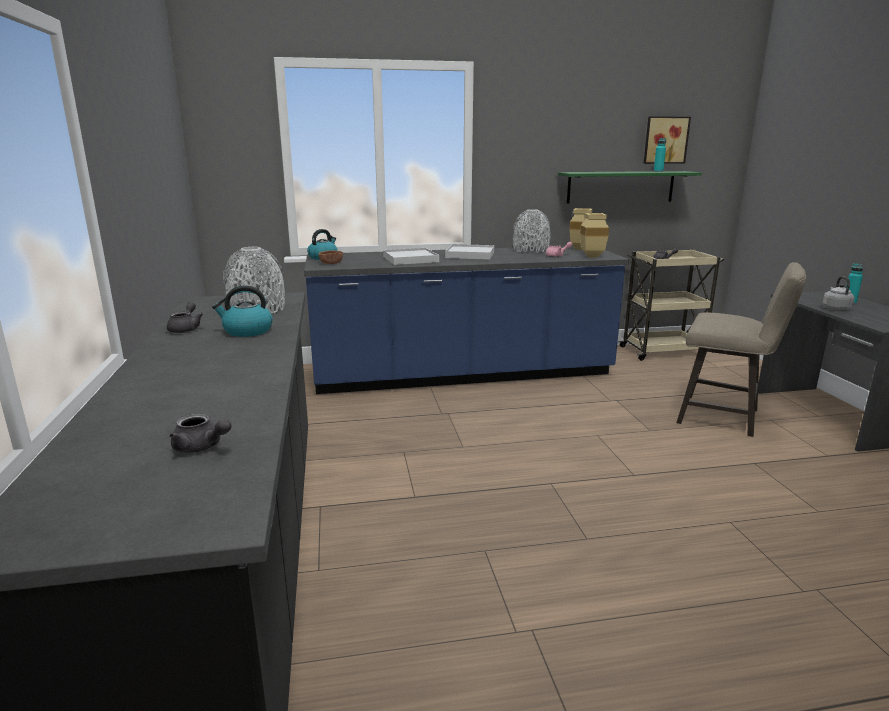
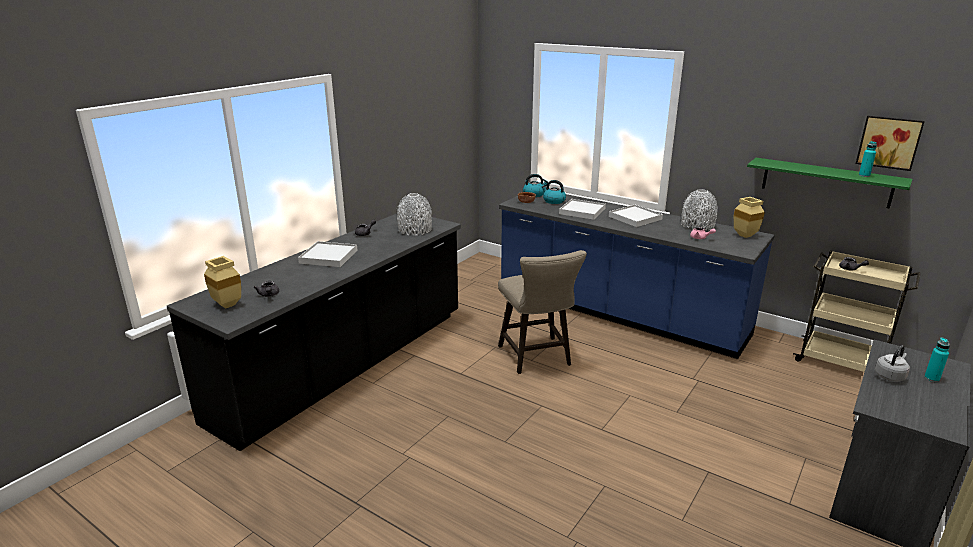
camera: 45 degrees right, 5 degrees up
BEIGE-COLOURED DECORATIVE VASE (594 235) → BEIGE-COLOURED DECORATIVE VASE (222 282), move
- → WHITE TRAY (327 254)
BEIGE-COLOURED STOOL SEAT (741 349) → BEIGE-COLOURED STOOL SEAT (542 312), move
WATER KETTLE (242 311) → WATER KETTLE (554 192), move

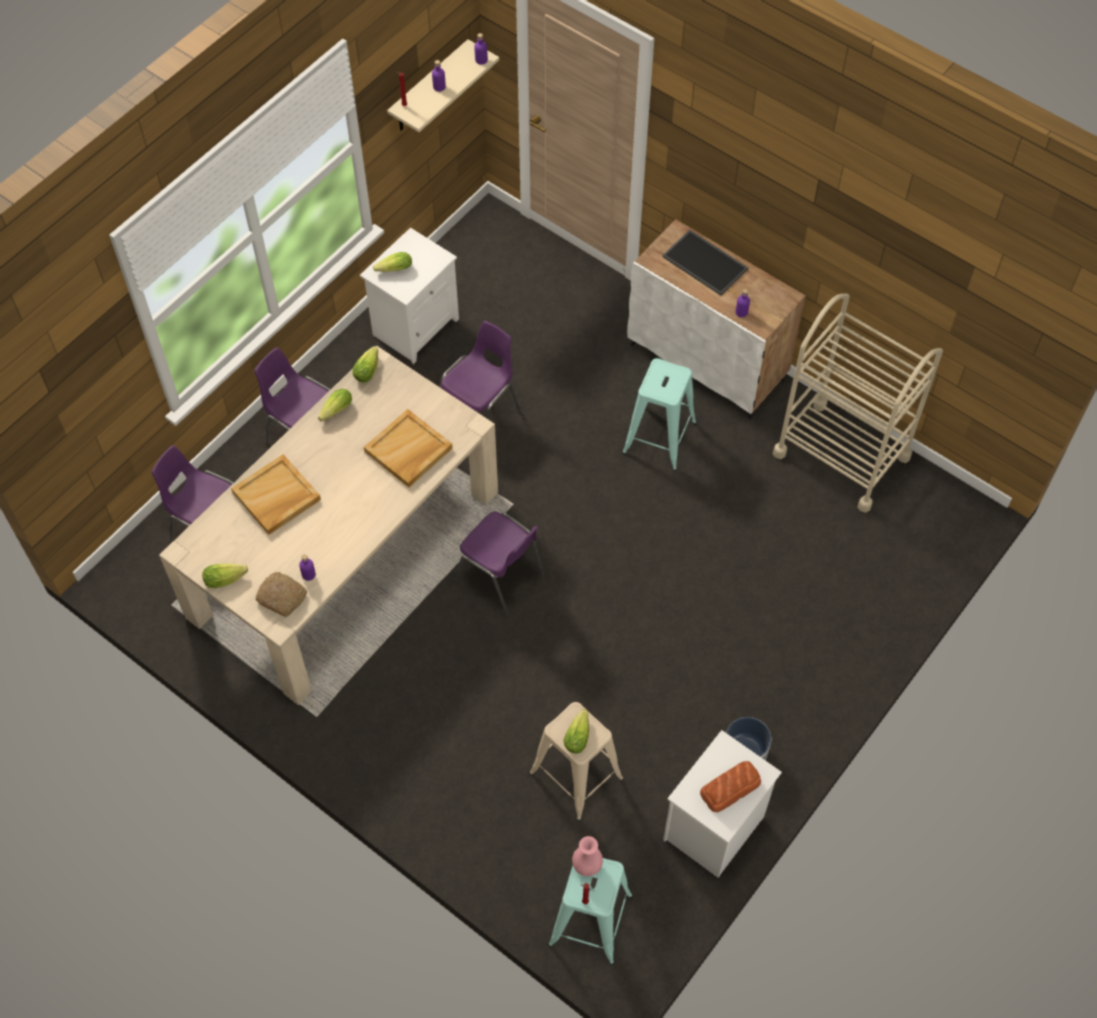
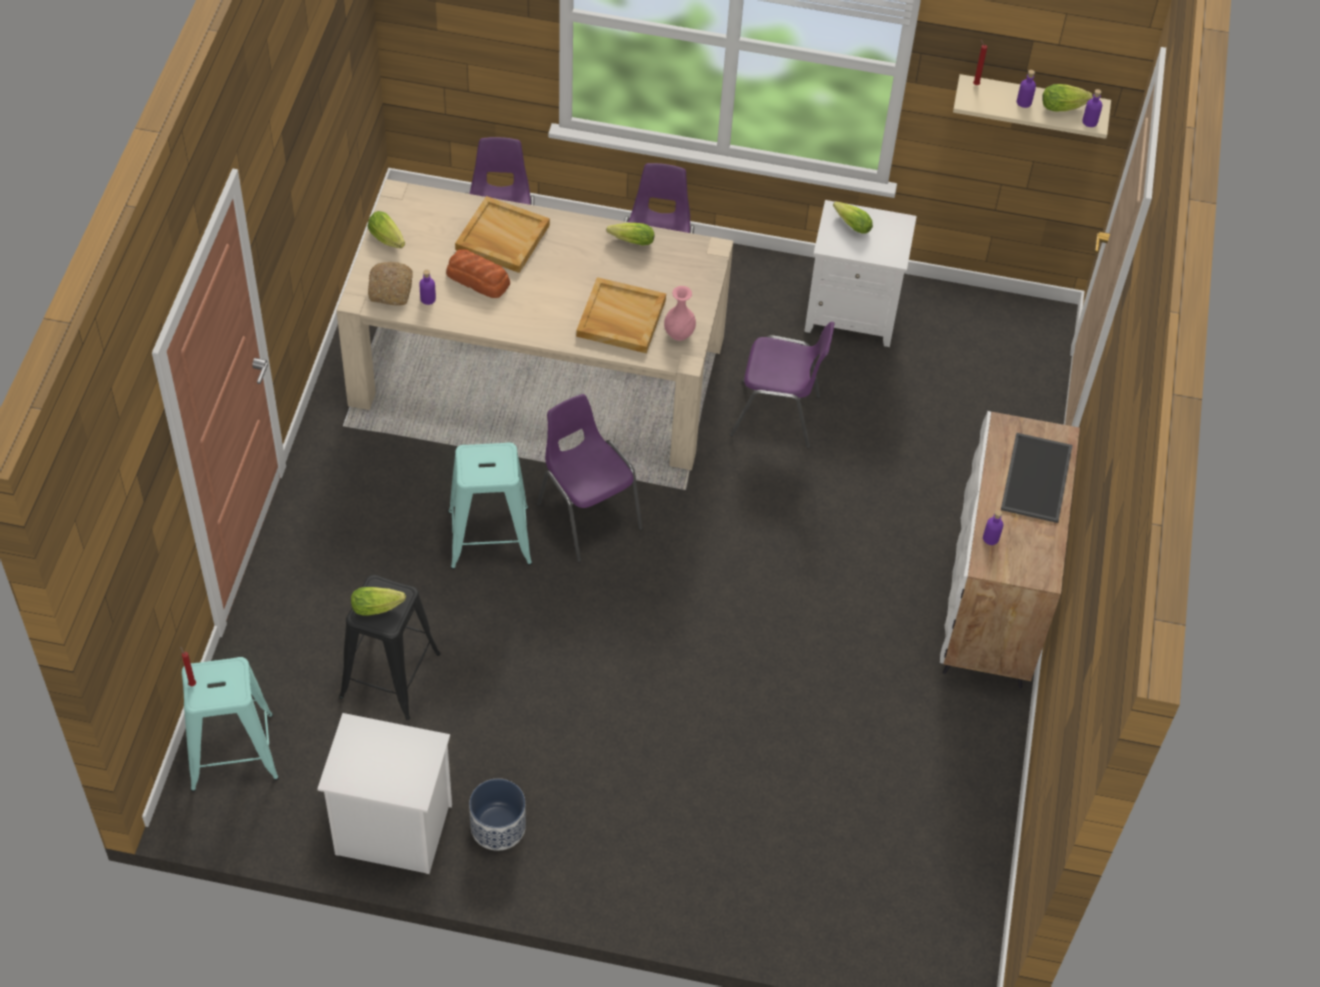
camera: 60 degrees right, 5 degrees down
BEIGE-COLOURED STOOL SEAT (576 761) → BLACKISH STOOL SEAT (390 647)
BAKERY BREAD (730 786) → BAKERY BREAD (478 273), move
TURQUOISE STOOL SEAT (659 414) → TURQUOISE STOOL SEAT (490 505), move
PURPLE-COLOURED UPRIGHT CHAIR (498 564) → PURPLE-COLOURED UPRIGHT CHAIR (590 478), 135 degrees clockwise
PINK DECORATIVE VASE (587 856) → PINK DECORATIVE VASE (680 313), move
LETTUCE HEAD (365 364) → LETTUCE HEAD (1067 97), move
BEIGE-COLOURED CART (858 403) → -

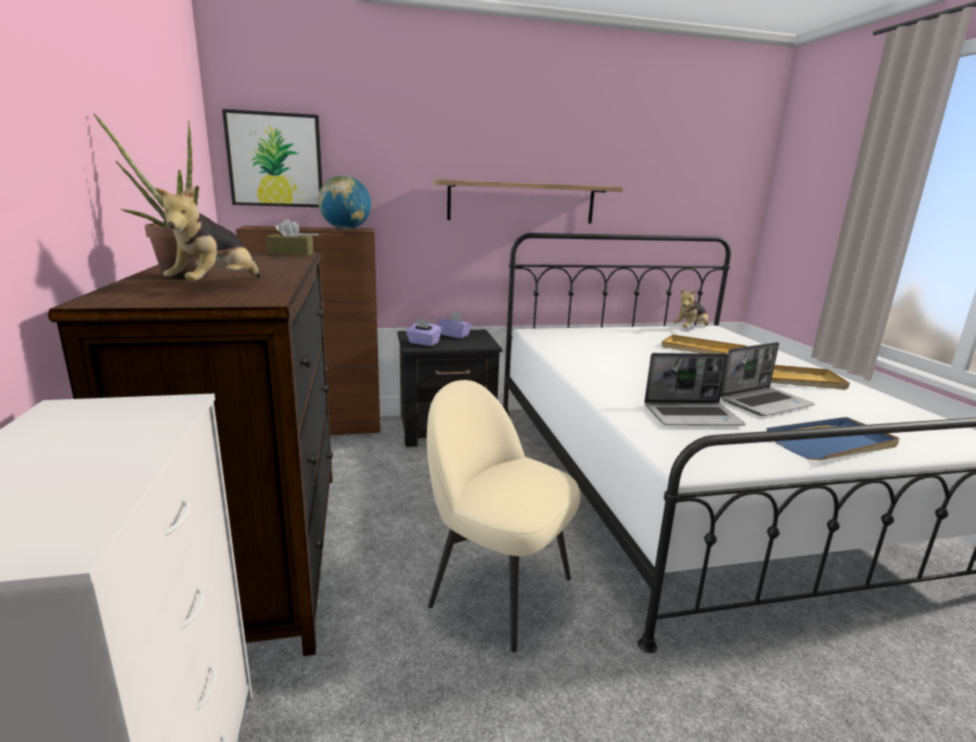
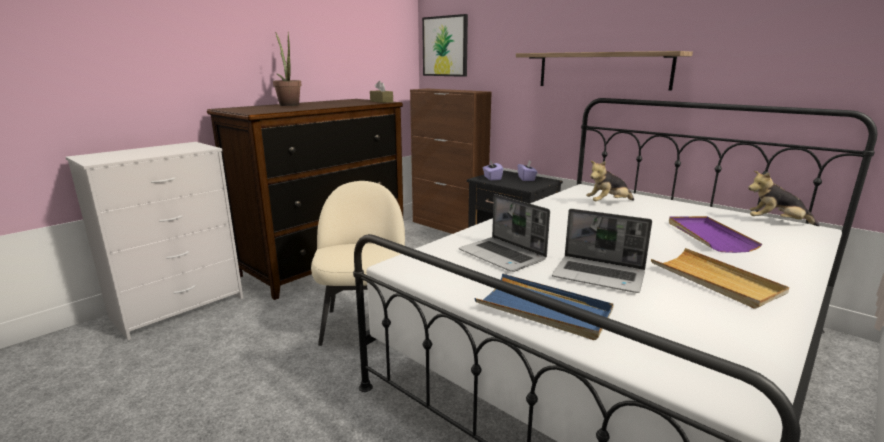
camera: 55 degrees right, 0 degrees up
SOFT TOY (207 233) → SOFT TOY (610 181), move
BEIGE-COLOURED TRAY (704 345) → PURPLE-COLOURED TRAY (715 234)
DESK GLOBE (344 202) → -

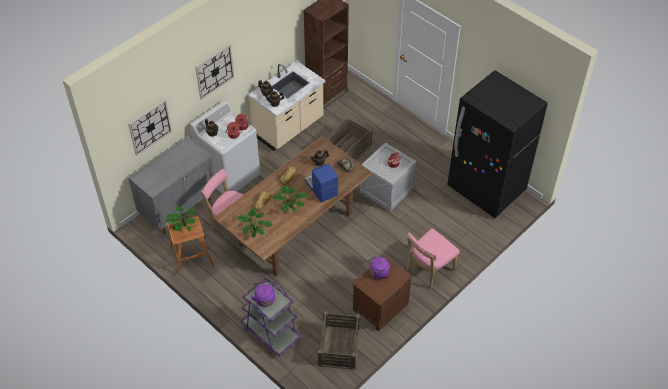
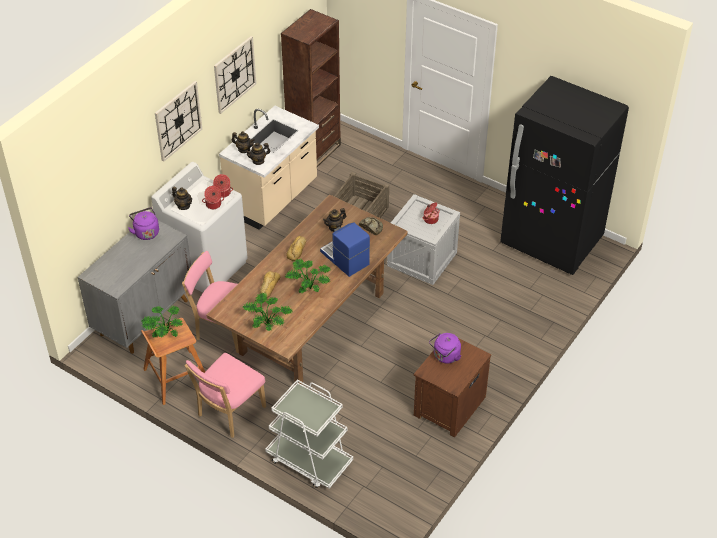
camera: 10 degrees left, 5 degrees down
PURPLE-COLOURED WATER KETTLE (262 293) → PURPLE-COLOURED WATER KETTLE (143 223), move
PINK UPRIGHT CHAIR (433 259) → PINK UPRIGHT CHAIR (225 395), move
CLOCK ON THE WALL (150 127) → CLOCK ON THE WALL (235 75), move
PURPLE-COLOURED CART (271 317) → WHITE CART (309 434)
CRATE (339 340) → -

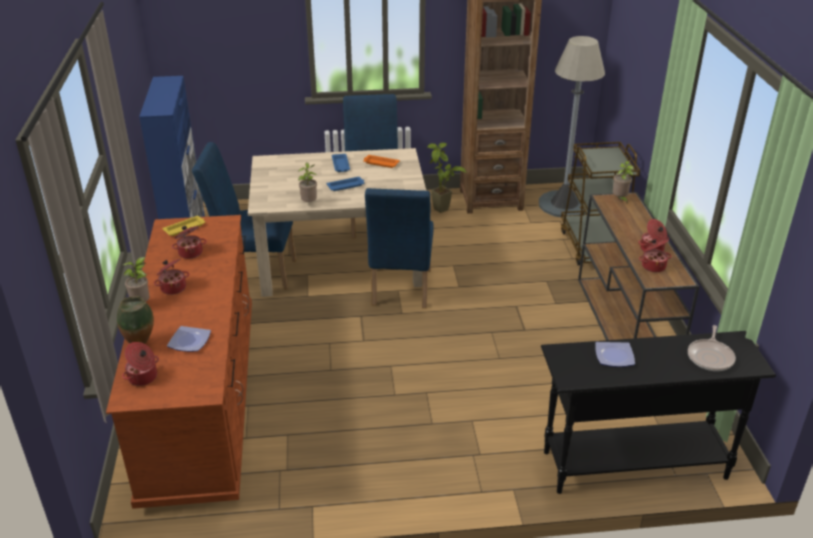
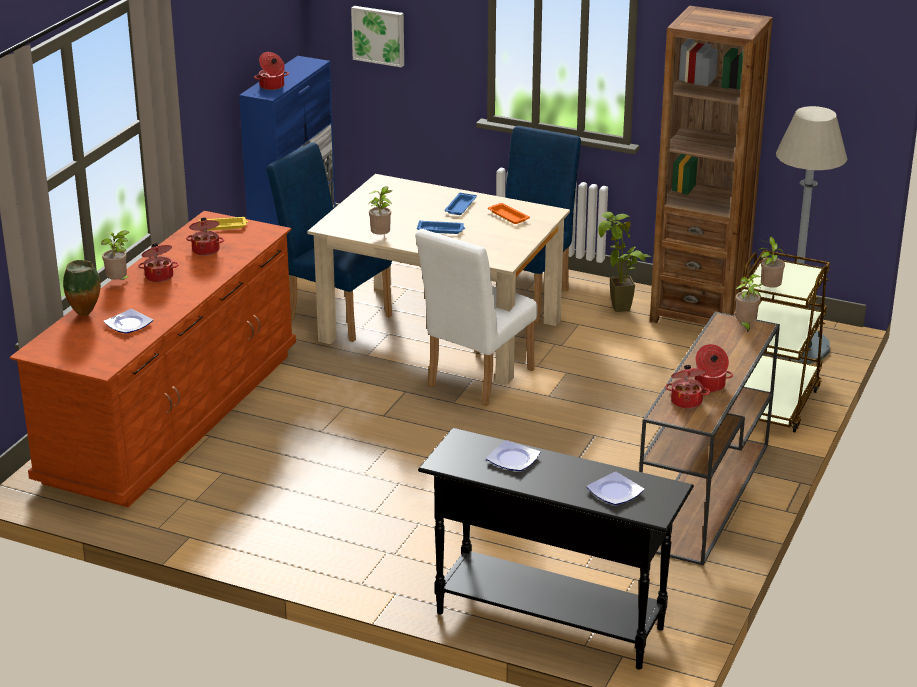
camera: 30 degrees right, 5 degrees down
COOKING POT (140 364) → COOKING POT (271 71), move
- → WALL PICTURE (377 36)
BLUE UPRIGHT CHAIR (399 248) → WHITE UPRIGHT CHAIR (476 317)
PAN (712 348) → FLAT DISH (615 488)
- → HOUSEPLANT (771 262)

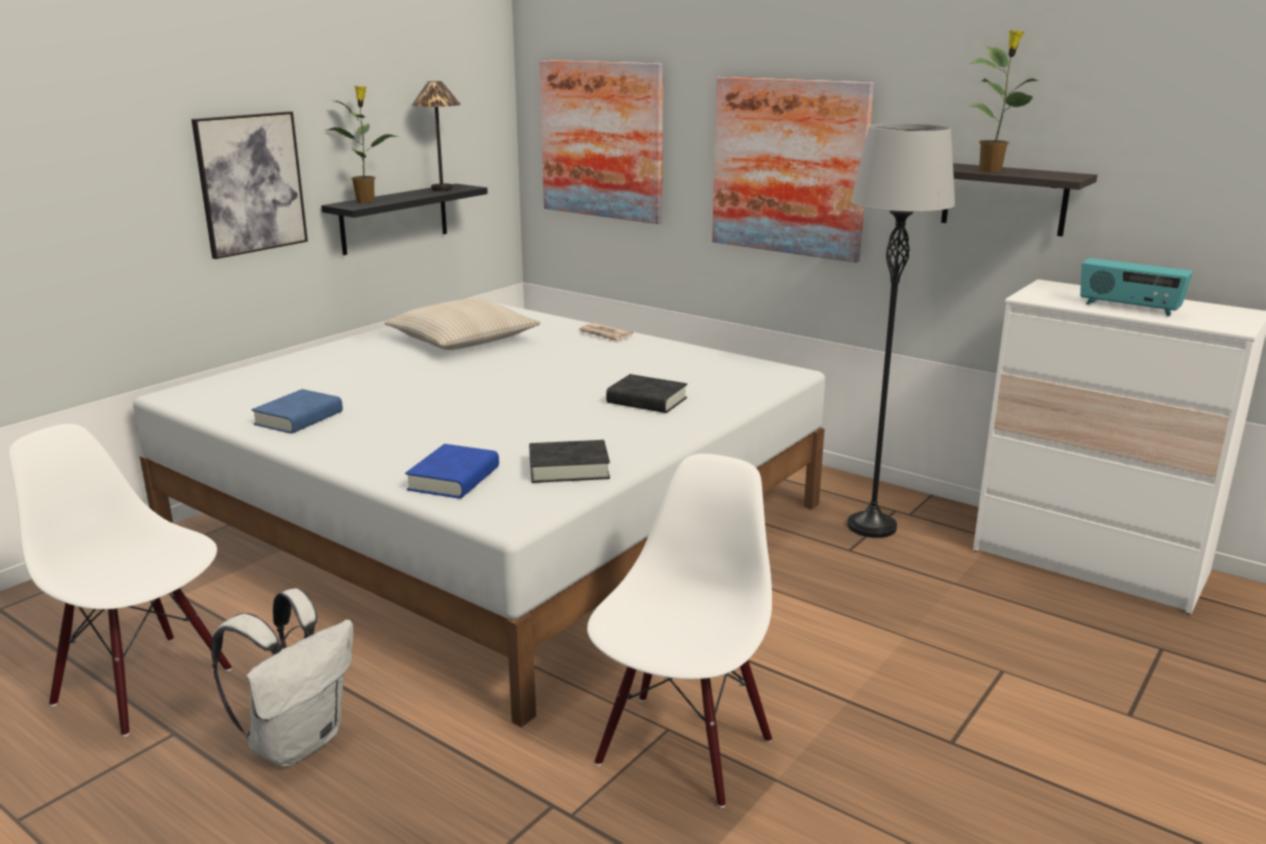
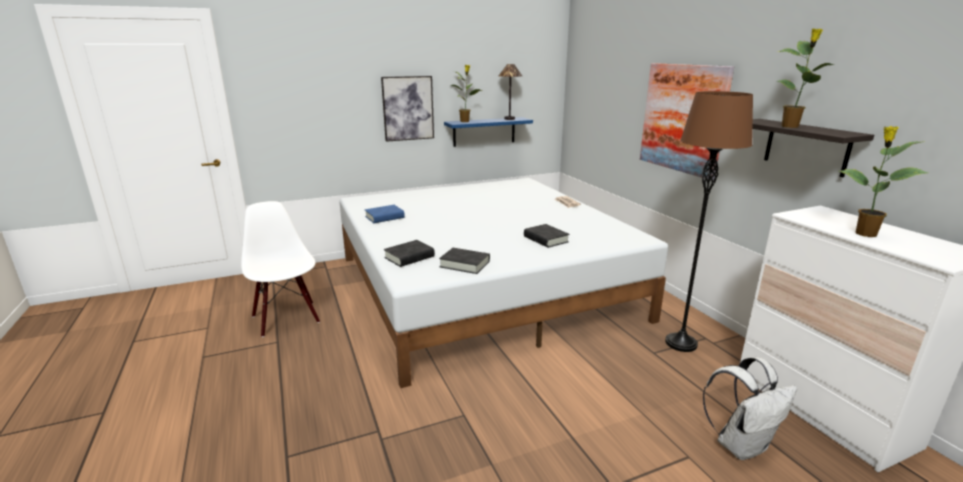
camera: 30 degrees right, 0 degrees up
BLUE BOUND BOOK (452 471) → BLACKISH BOUND BOOK (409 253)
BLACKISH WALL SHELF (404 219) → BLUE WALL SHELF (488 132)
GREYISH FLOOR LAMP (901 330) → BROWNISH FLOOR LAMP (709 221)
WHITE KNAPSACK (282 677) → WHITE KNAPSACK (750 408), move
RADIO (1136 287) → HOUSEPLANT (883 181)
BEIGE-COLOURED PILLOW (462 324) → -
WALL PICTURE (601 142) → -
WHITE UPRIGHT CHAIR (679 631) → -

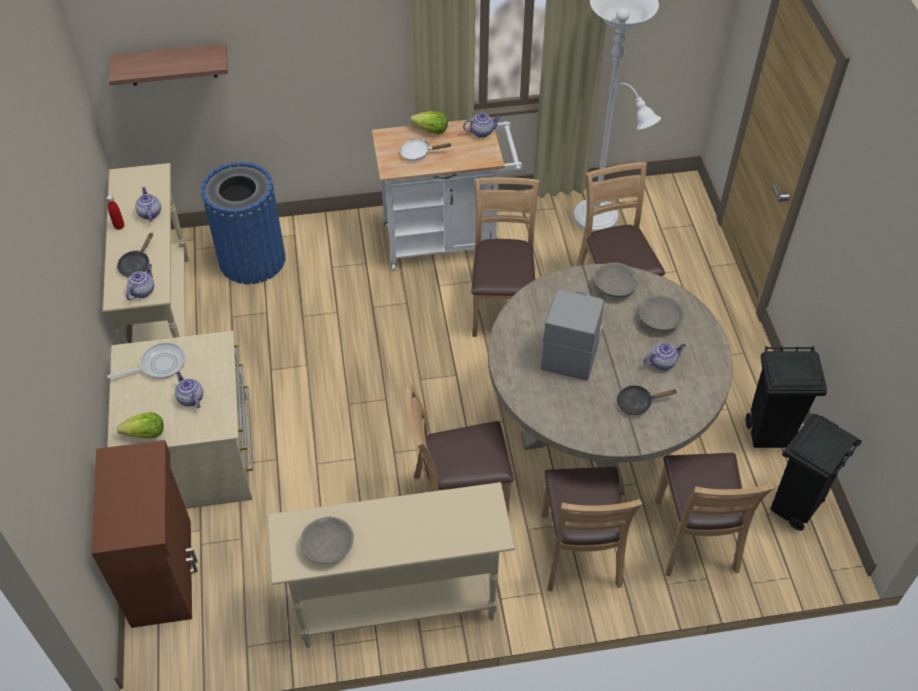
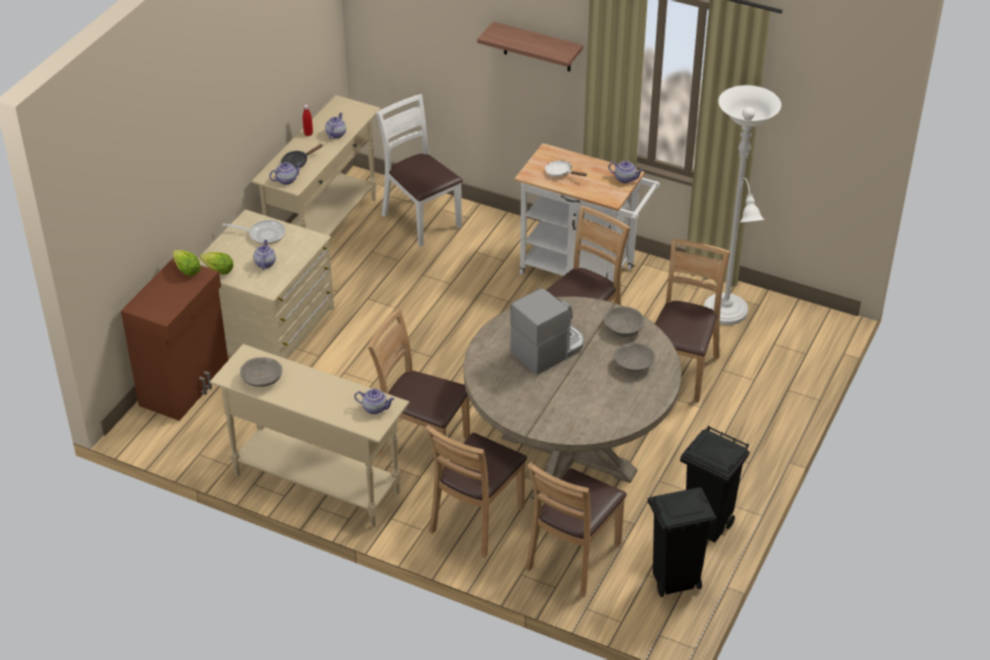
camera: 35 degrees right, 10 degrees down
LETTUCE HEAD (429 122) → LETTUCE HEAD (186 263), move
POT FOR TEA (664 356) → POT FOR TEA (374 401), move
BLUE WASTE BIN (243 223) → WHITE UPRIGHT CHAIR (419 170)
WALL SHELF (168 64) → WALL SHELF (530 46), move
BLACKISH PAN (647 400) → -

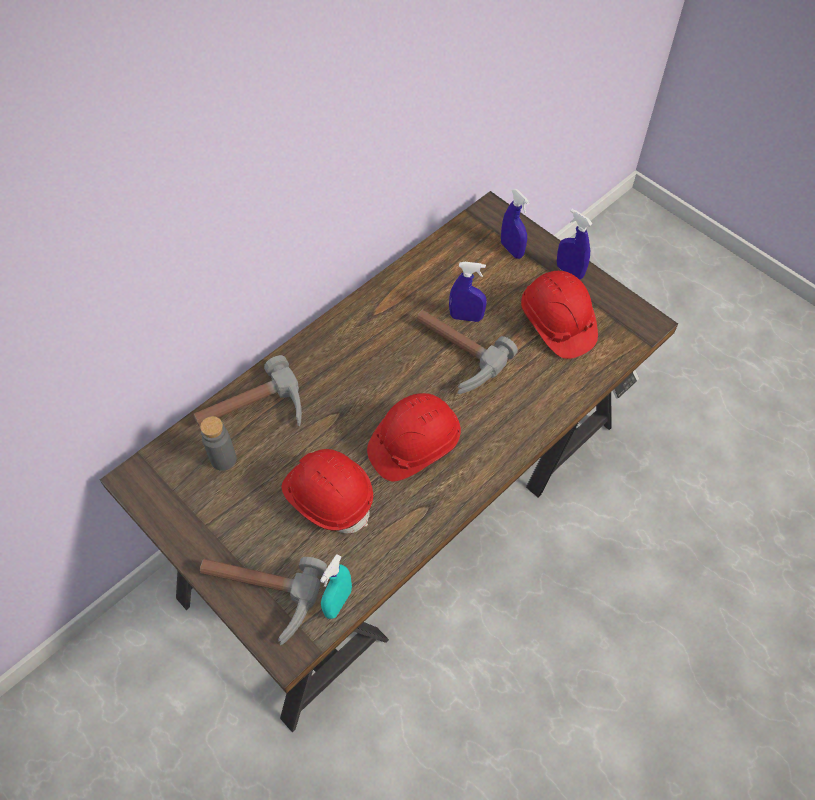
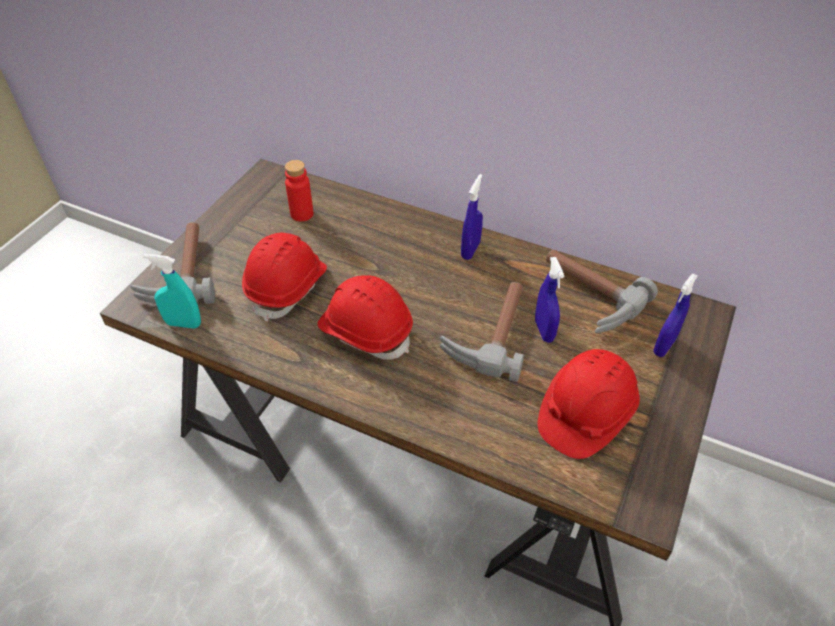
camera: 70 degrees right, 10 degrees down
GREYISH BEVERAGE BOTTLE (218 443) → RED-COLOURED BEVERAGE BOTTLE (299 190)
BLUE SPRAY BOTTLE (575 244) → BLUE SPRAY BOTTLE (472 217), move
TOOL HAMMER (247 391) → TOOL HAMMER (602 291), move

